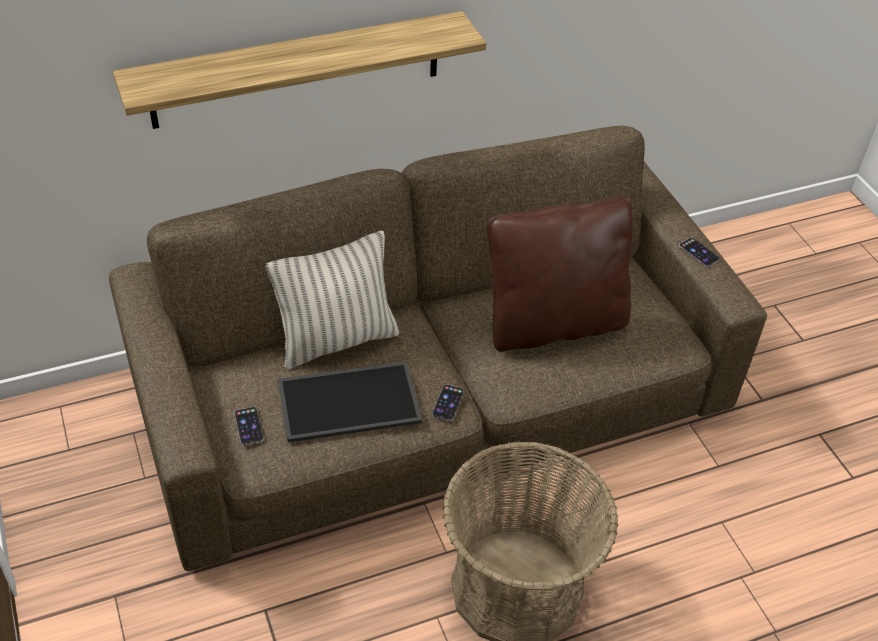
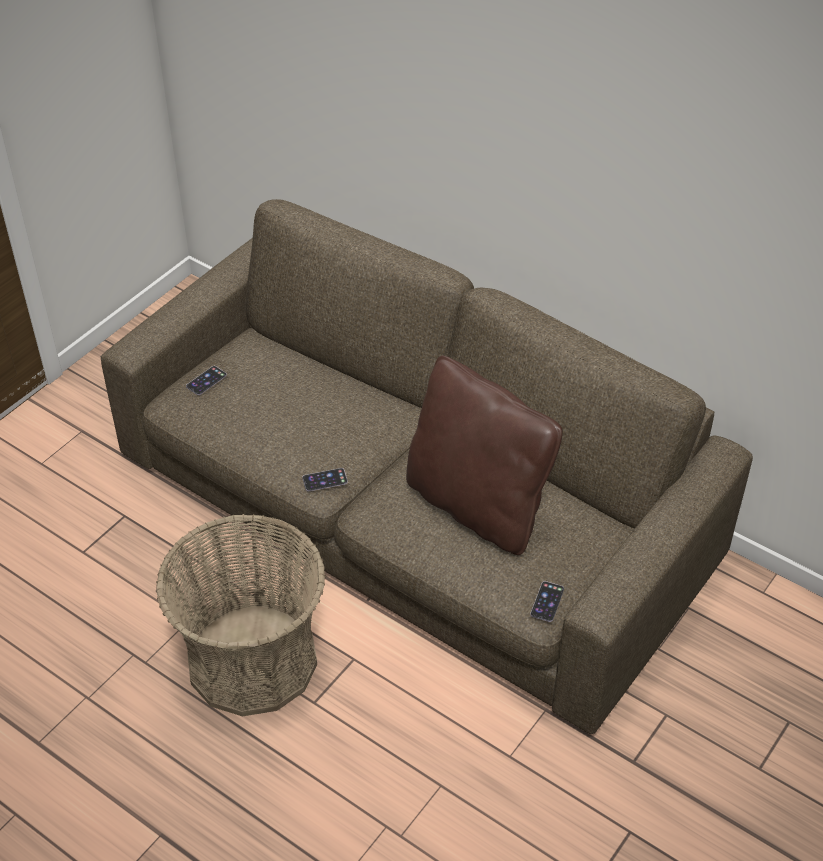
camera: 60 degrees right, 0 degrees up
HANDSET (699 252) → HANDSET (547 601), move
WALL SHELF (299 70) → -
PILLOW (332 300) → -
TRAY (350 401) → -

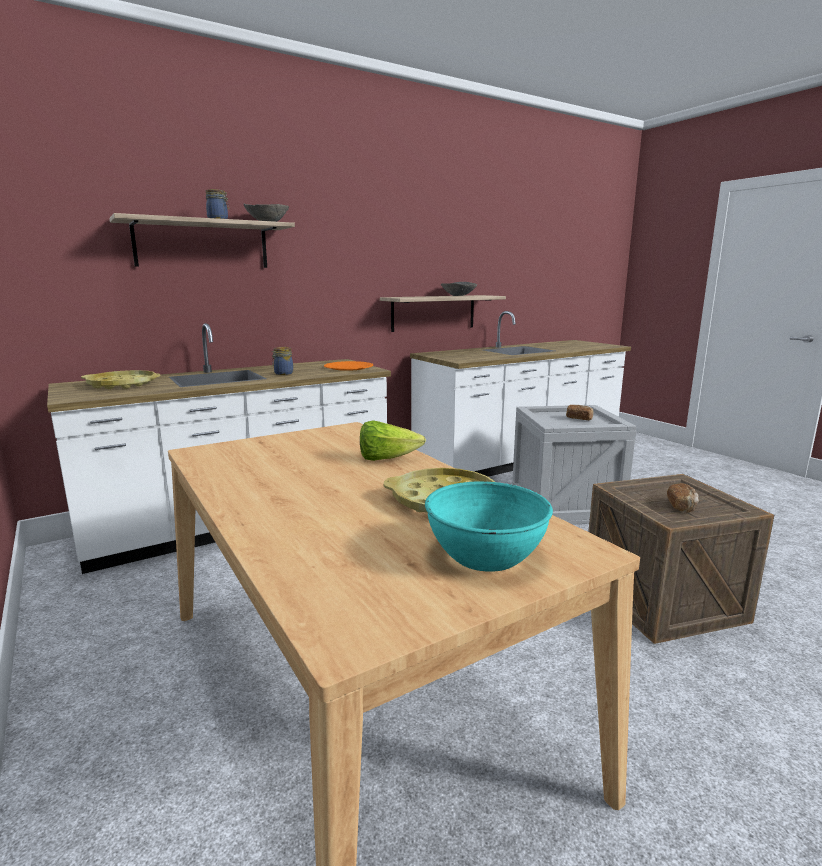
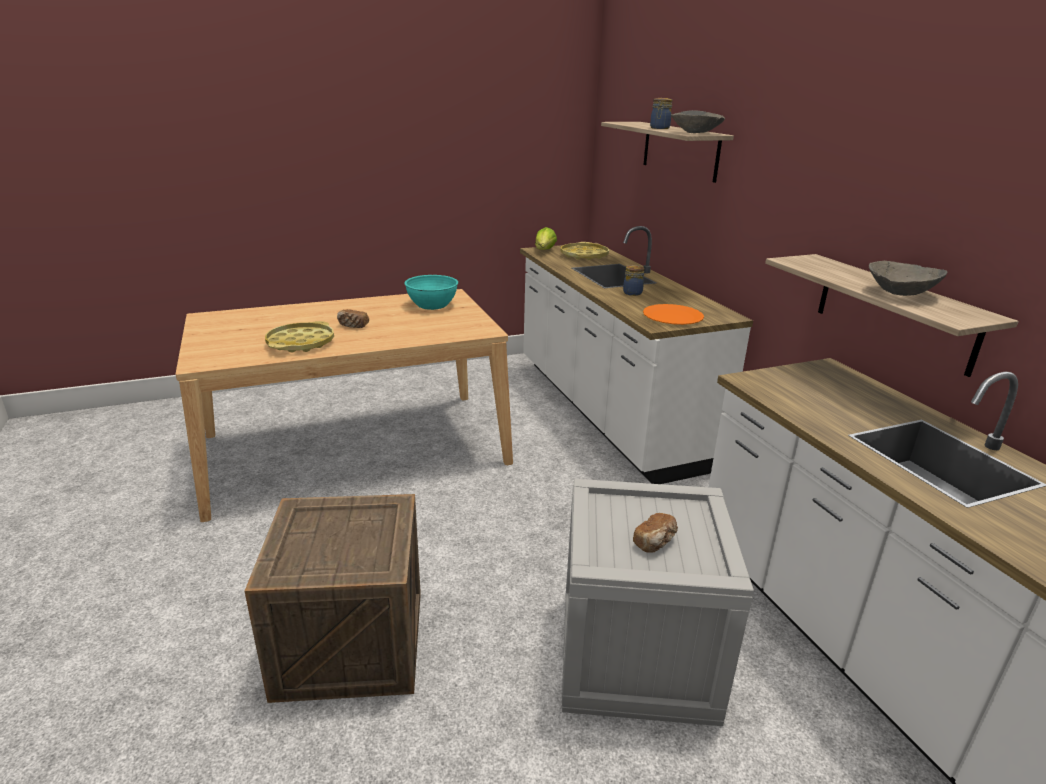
camera: 100 degrees right, 10 degrees up
BAKERY BREAD (683 497) → BAKERY BREAD (353 318), move
TURQUOISE DEEP DISH (489 526) → TURQUOISE DEEP DISH (431 292), move
LETTUCE HEAD (393 440) → LETTUCE HEAD (546 238), move

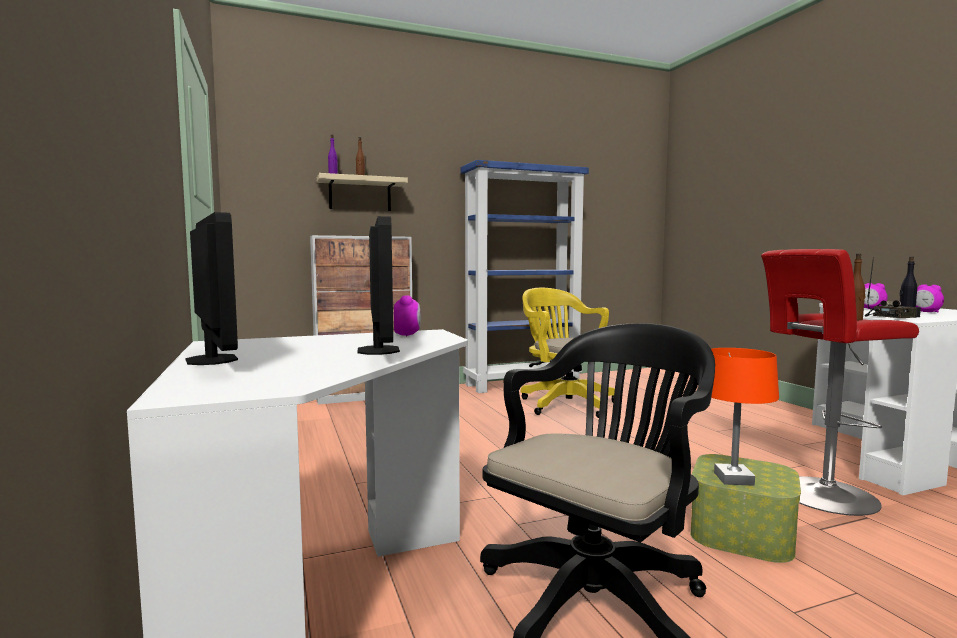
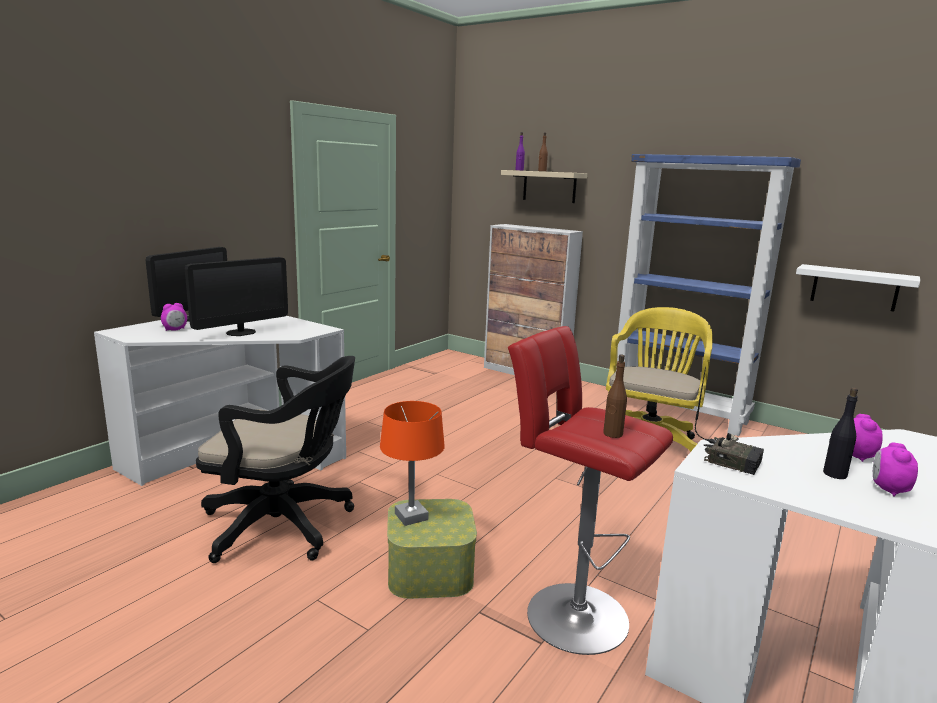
camera: 55 degrees right, 10 degrees up
TABLE CLOCK (407 315) → TABLE CLOCK (174 317), move
- → WHITE WALL SHELF (858 288)

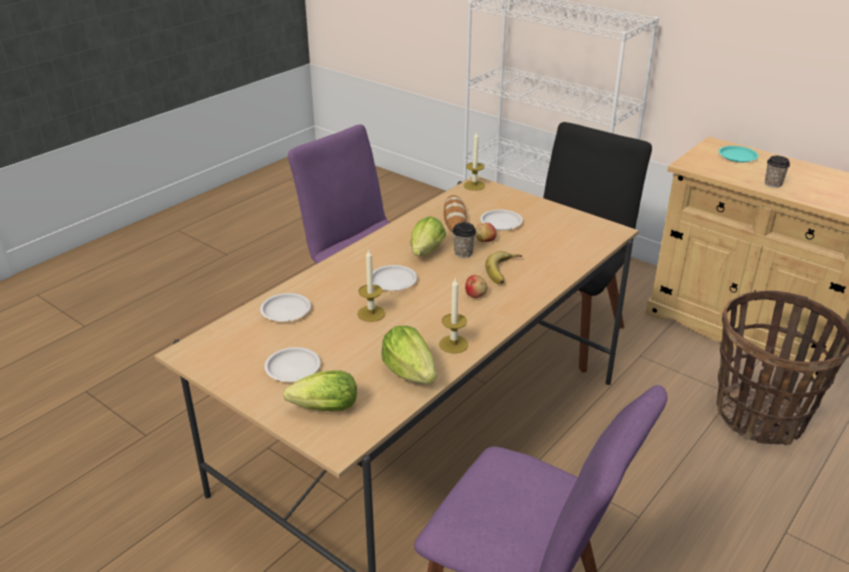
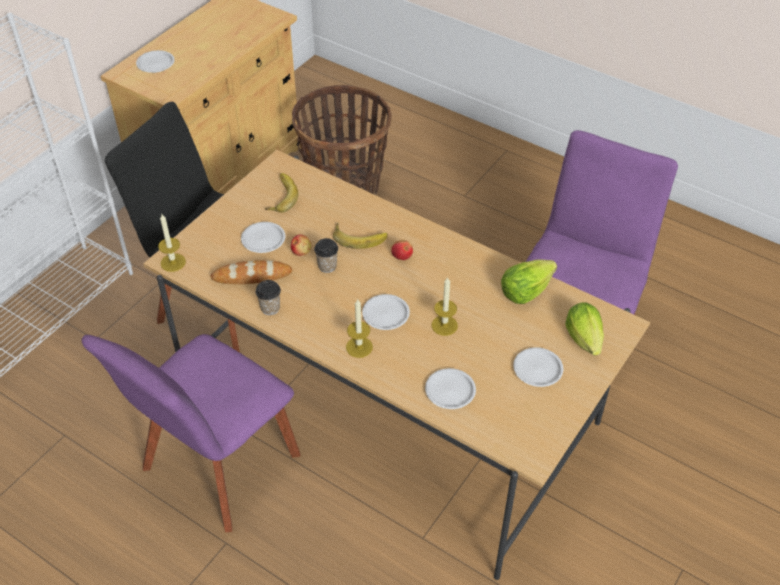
camera: 95 degrees left, 15 degrees up
TURQUOISE FLAT DISH (738 154) → WHITE FLAT DISH (155 61)
DRINKING CUP (777 172) → DRINKING CUP (268 297), move
- → WHOLE BANANA (281 192)
WAX CANDLE (453 315) → WAX CANDLE (359 328), move
LETTUCE HEAD (428 236) → -

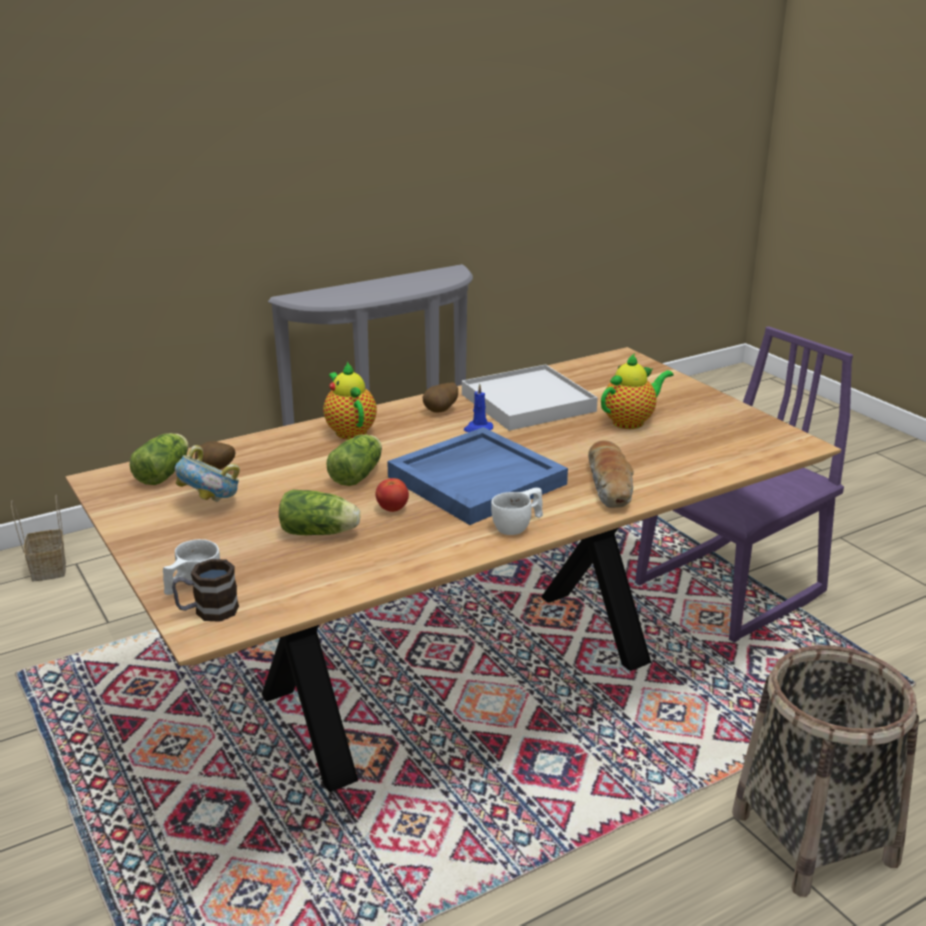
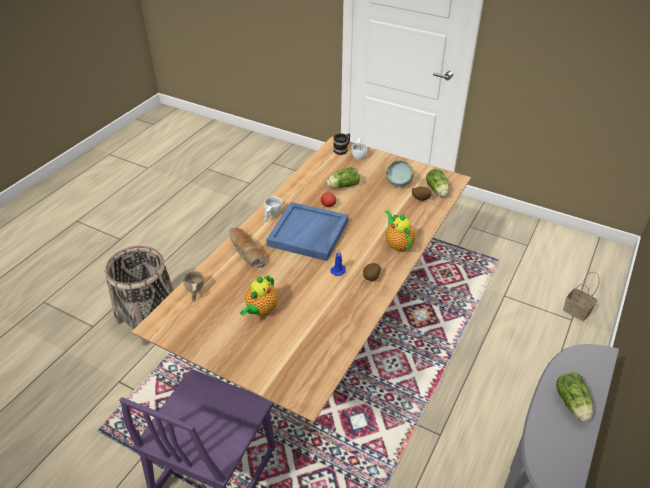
camera: 150 degrees right, 15 degrees up
- → BEIGE-COLOURED DRINKING CUP (193 286)
POT FOR TEA (350 400) → POT FOR TEA (400 231), 150 degrees counterclockwise
LETTUCE HEAD (354 460) → LETTUCE HEAD (574 397), move
WHITE TRAY (530 397) → -

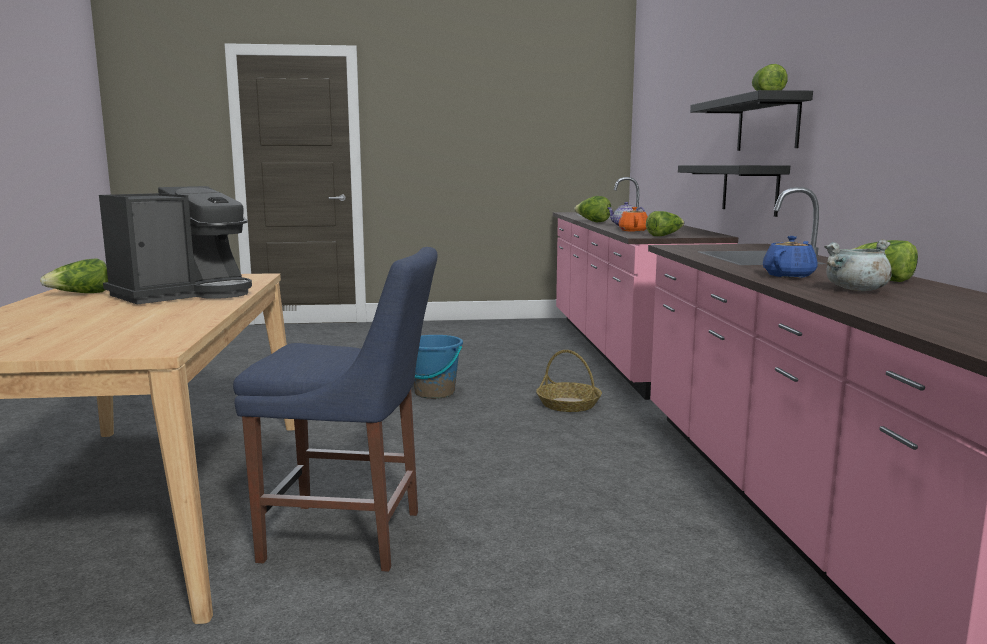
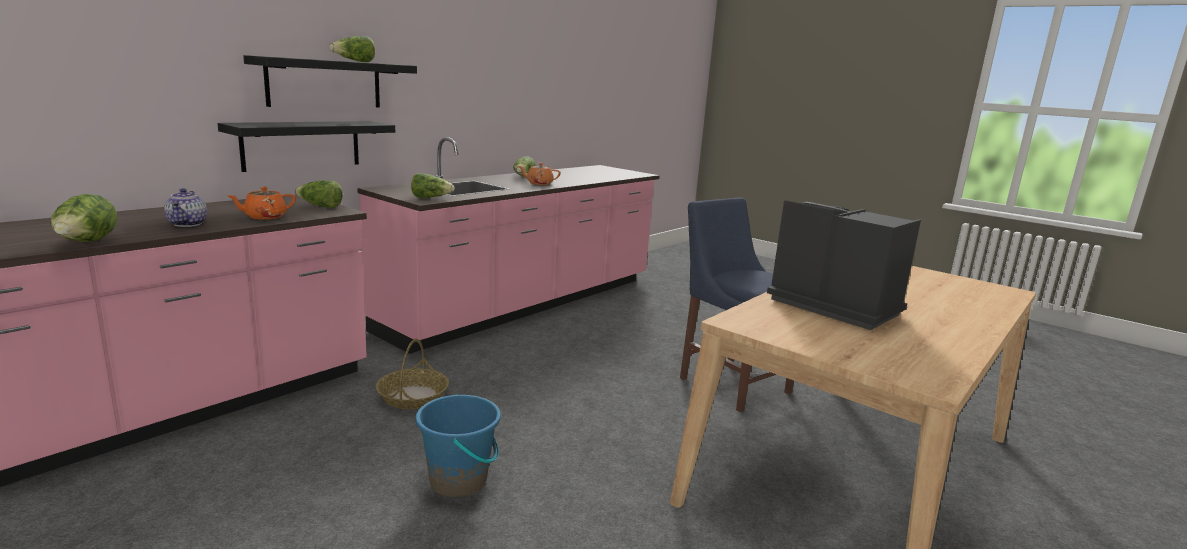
camera: 135 degrees left, 5 degrees up
LETTUCE HEAD (74 275) → LETTUCE HEAD (433 185), move
BLUE POT FOR TEA (790 257) → ORANGE-COLOURED POT FOR TEA (539 174)
COFFEE MAKER (175 245) → COFFEE MAKER (844 265), 45 degrees clockwise
GREYISH COOKING POT (858 265) → -

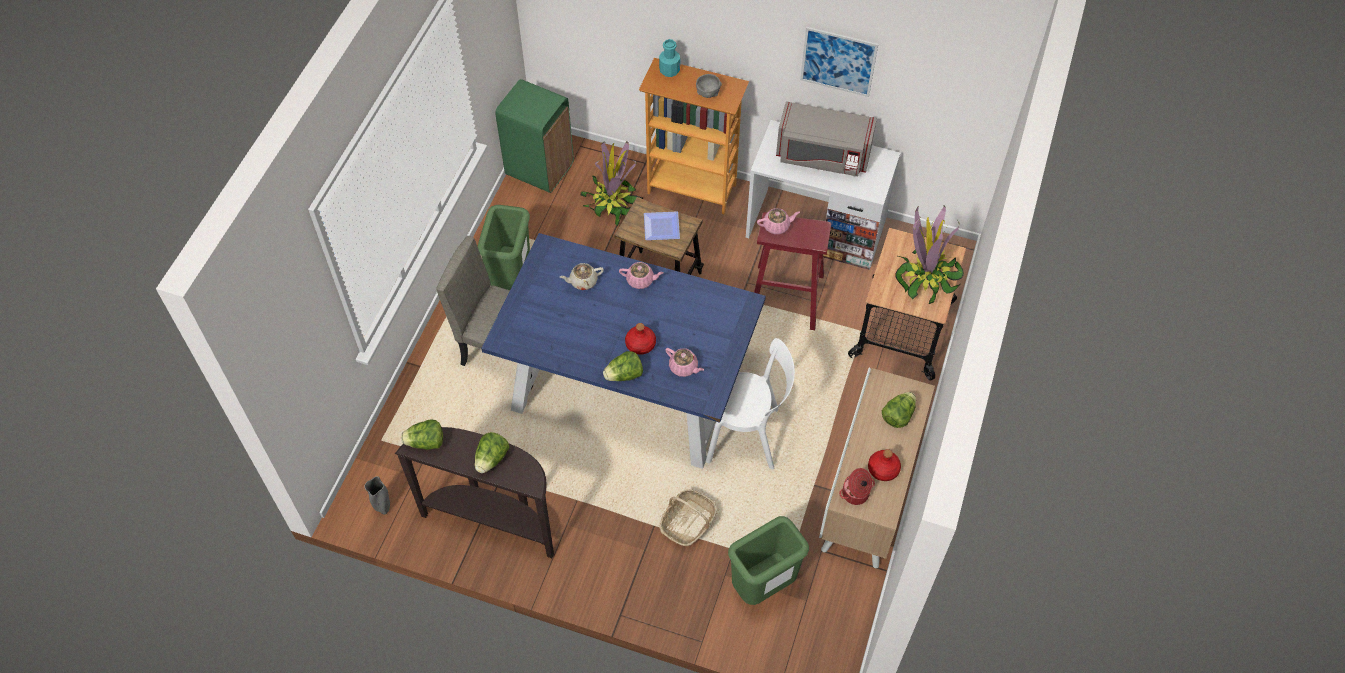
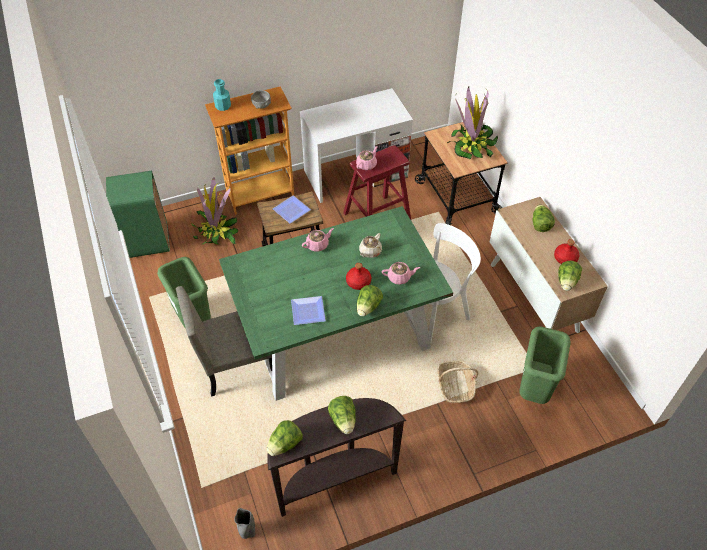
camera: 40 degrees left, 5 degrees down
BLUE KITCHEN TABLE (623 351) → GREEN-COLOURED KITCHEN TABLE (336 303)
- → FLAT DISH (308 310)
BEIGE-COLOURED POT FOR TEA (582 276) → BEIGE-COLOURED POT FOR TEA (370 245), move
COOKING POT (857 486) → LETTUCE HEAD (570 276)
GREYISH KITCHEN MICROWAVE (826 138) → -
WALL PICTURE (839 62) → -

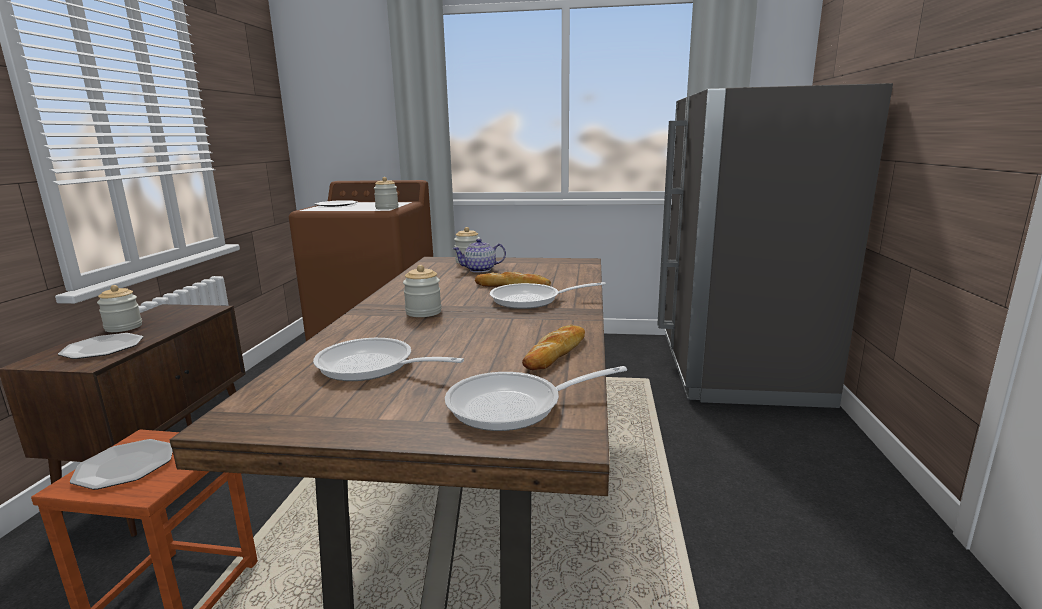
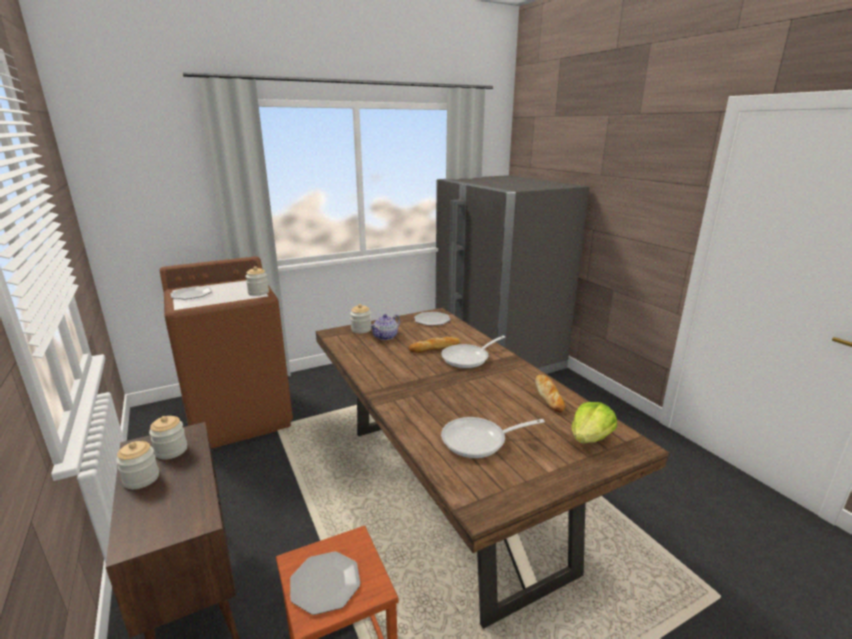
camera: 35 degrees left, 5 degrees up
STORAGE JAR (422 291) → STORAGE JAR (168 438), move
FLAT DISH (100 346) → FLAT DISH (432 319), move
PAN (536 398) → LETTUCE HEAD (594 422)

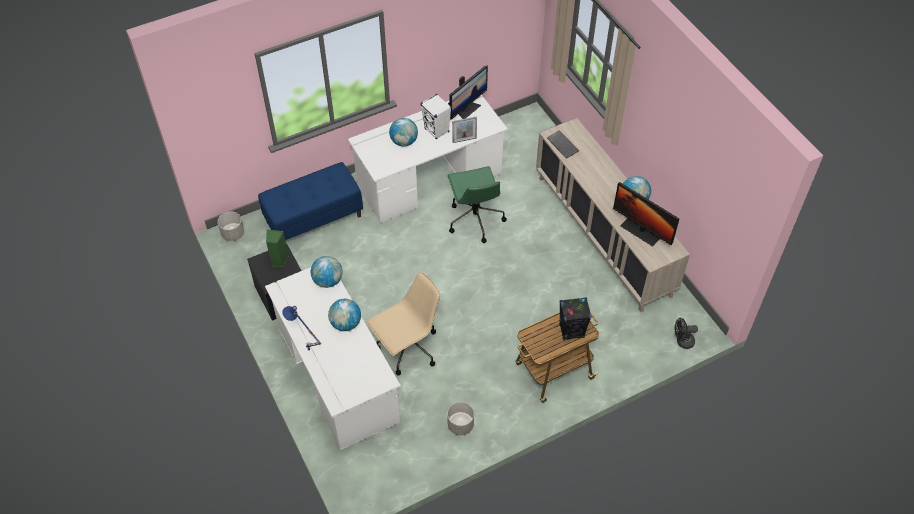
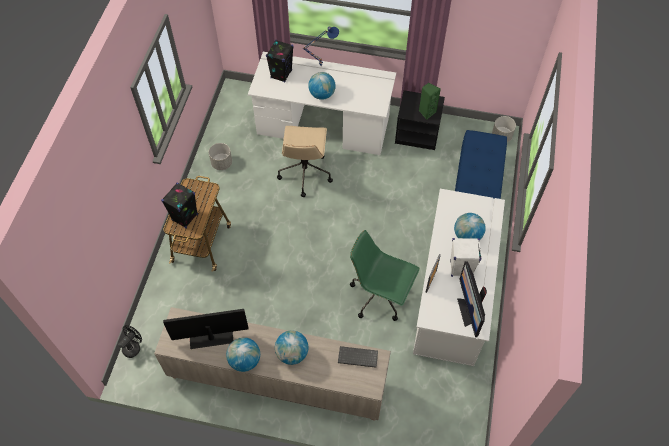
camera: 130 degrees right, 5 degrees up
- → BLACKISH AUDIO SPEAKER (280 61)
DESK GLOBE (326 272) → DESK GLOBE (292 347), move

